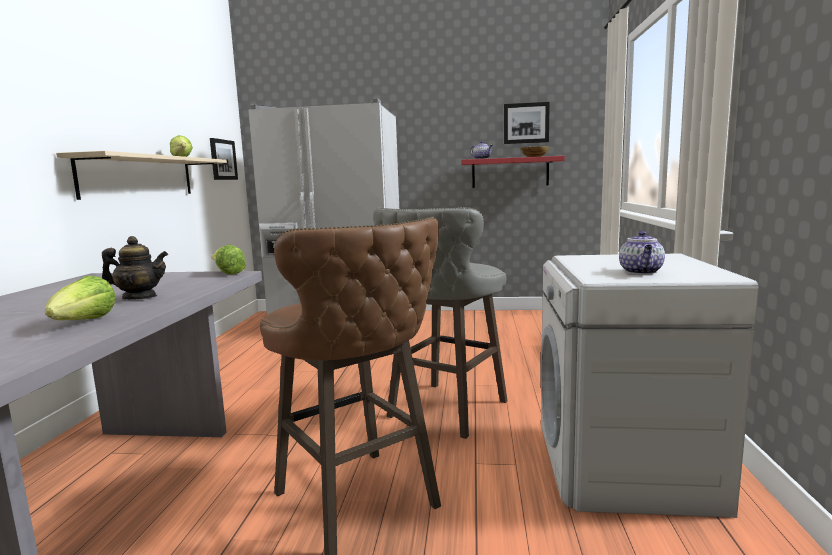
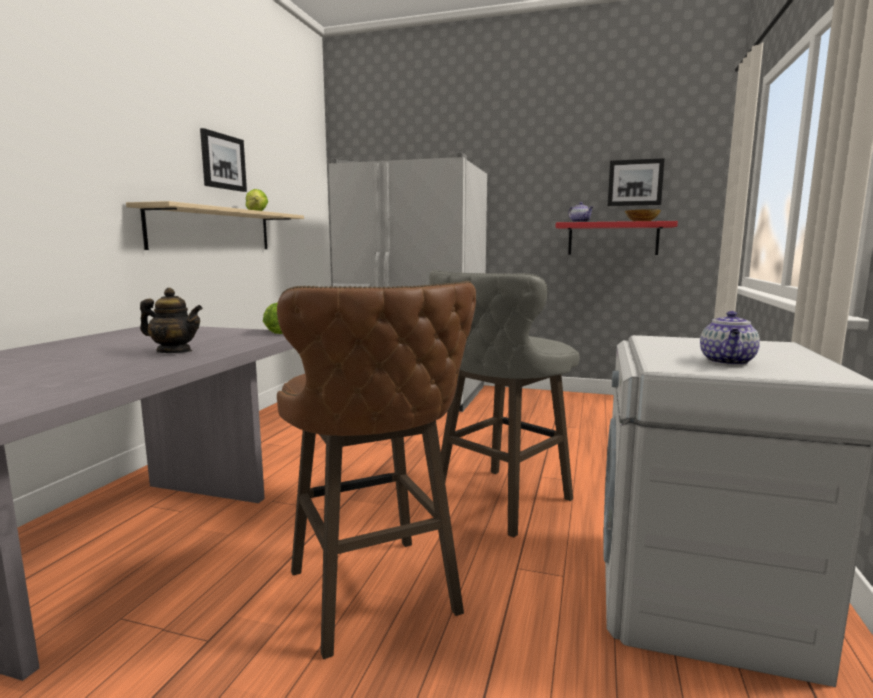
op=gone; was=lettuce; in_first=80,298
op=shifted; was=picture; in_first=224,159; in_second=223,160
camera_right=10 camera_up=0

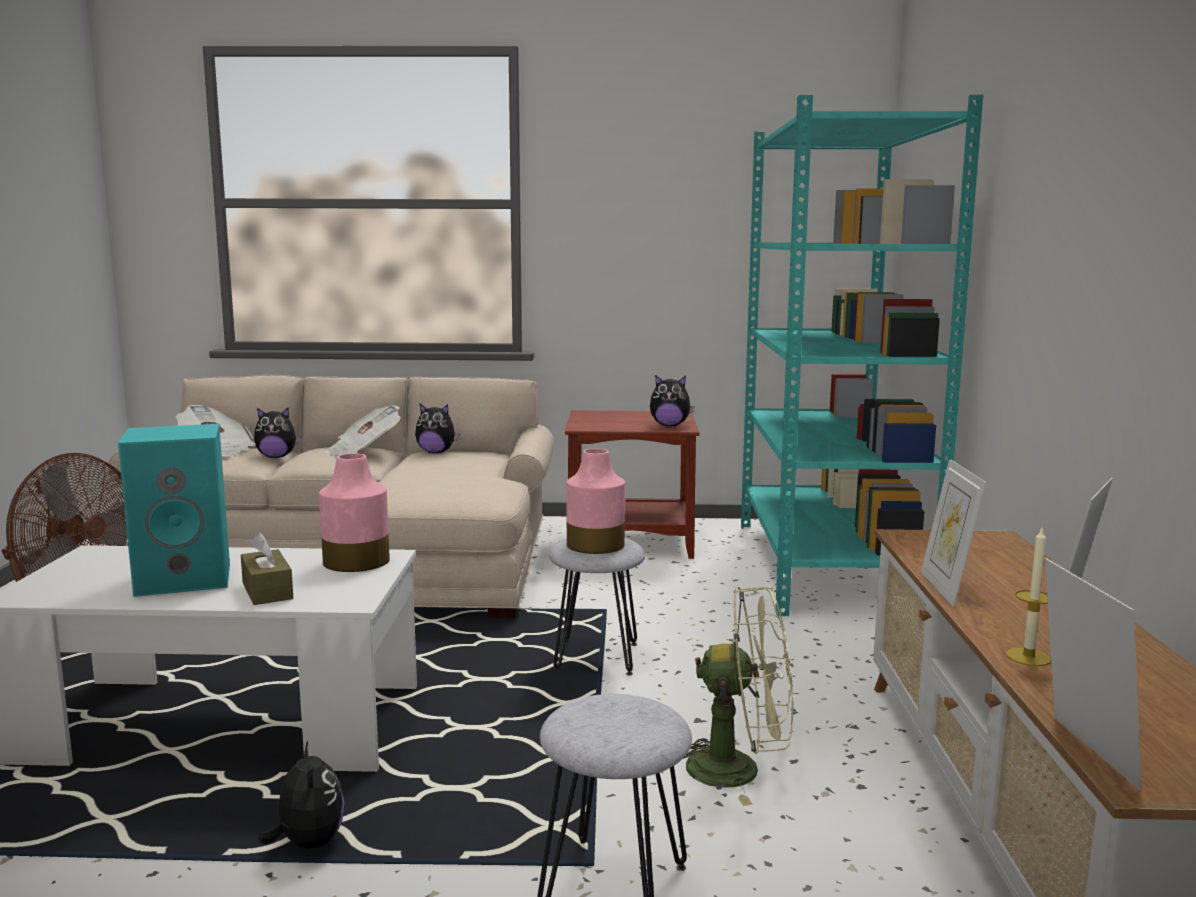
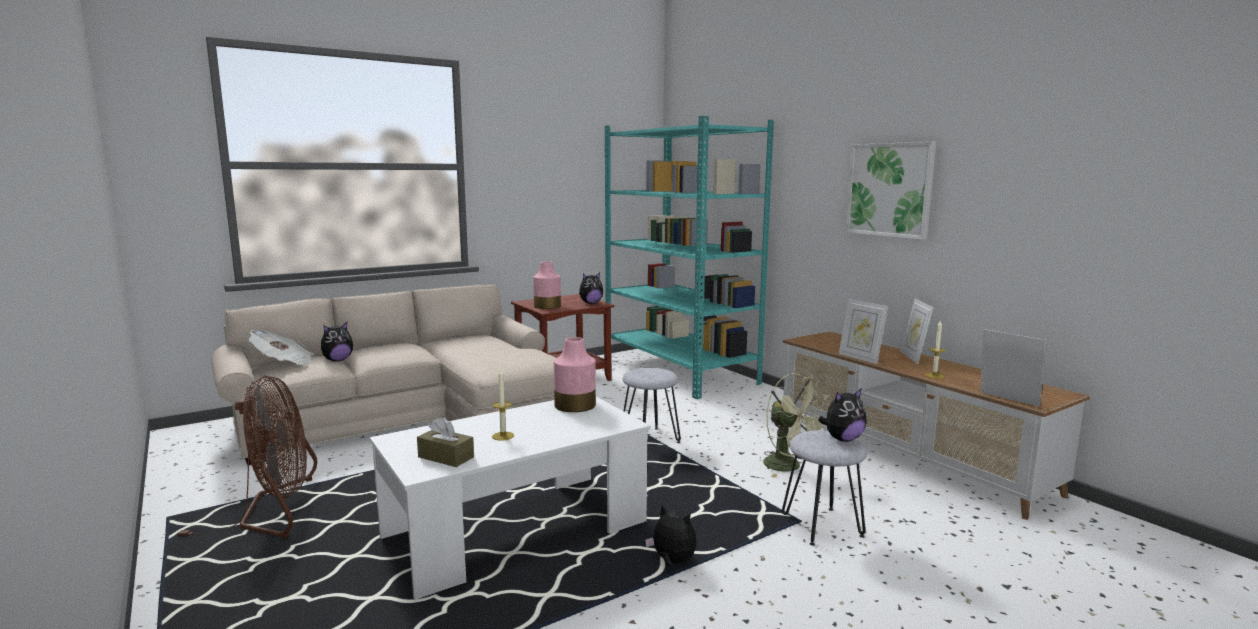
op=gone; was=newspaper; in_first=362,430
op=new; now=picture; in_second=890,191
op=shifted; was=tissue box (brown); in_first=267,569; in_second=445,442
op=shifted; was=plush toy; in_first=438,428; in_second=842,415
op=shifted; was=vase (pink); in_first=596,501; in_second=547,285
op=swapped; was=speaker (turquoise); now=candle; in_first=174,510; in_second=503,405
op=rotated; was=fan (green); in_first=738,696; in_second=796,425; clockwise=75
camera_right=-35 camera_up=0

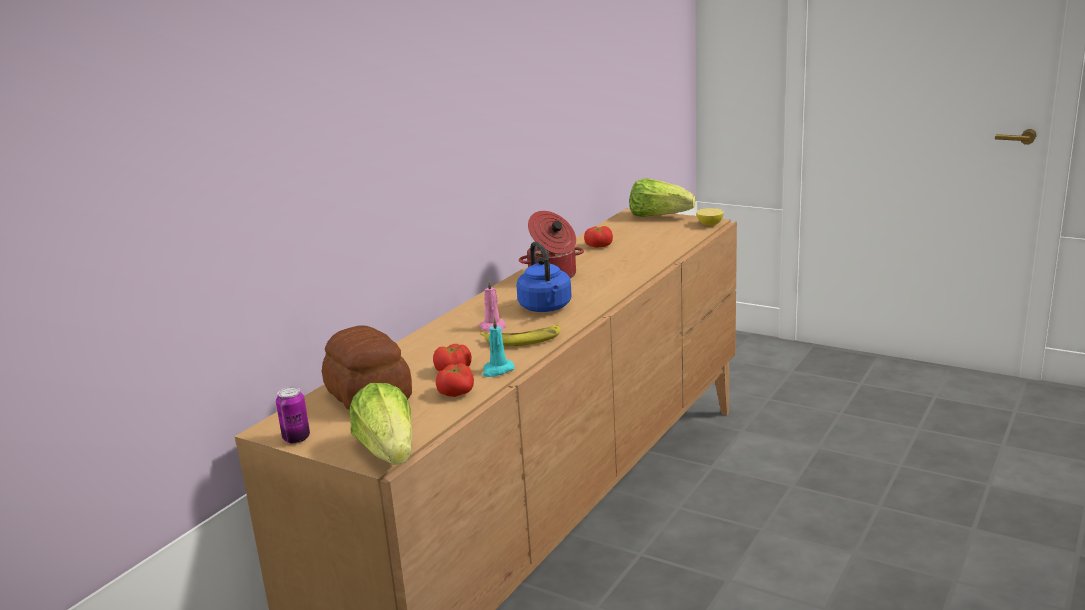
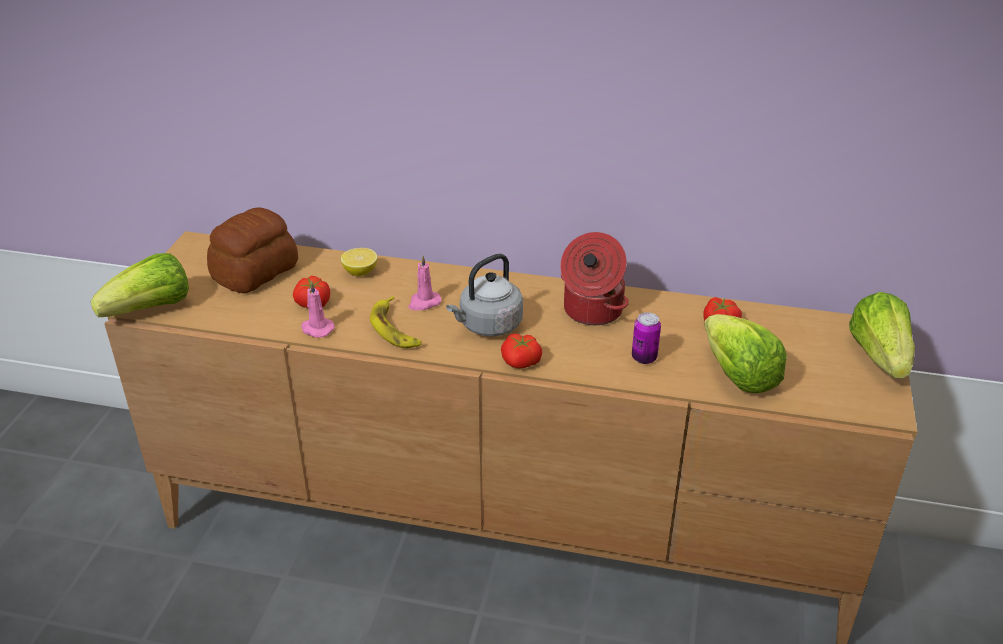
op=new; now=lettuce; in_second=745,353
op=shifted; was=can; in_first=293,415; in_second=646,338
op=shifted; was=tomato; in_first=455,380; in_second=521,351
op=shifted; was=lemon; in_first=710,217; in_second=359,262
op=repainted; was=candle (turquoise); now=candle (pink); in_first=499,347; in_second=318,309
op=repainted; was=kettle (blue); now=kettle (grey); in_first=544,277; in_second=484,295
camera_right=70 camera_up=15

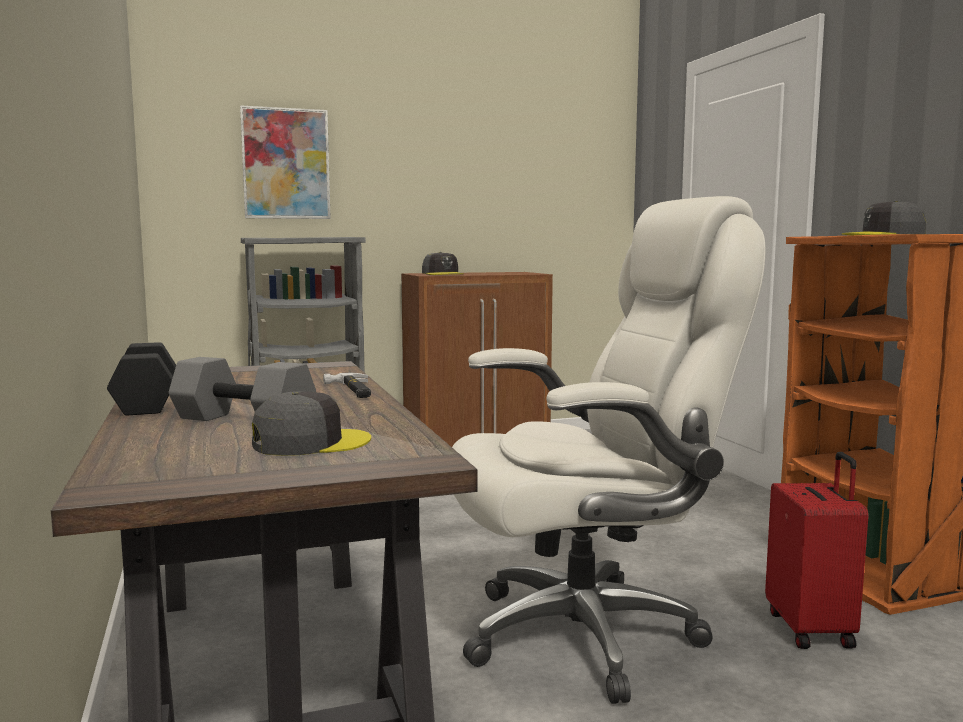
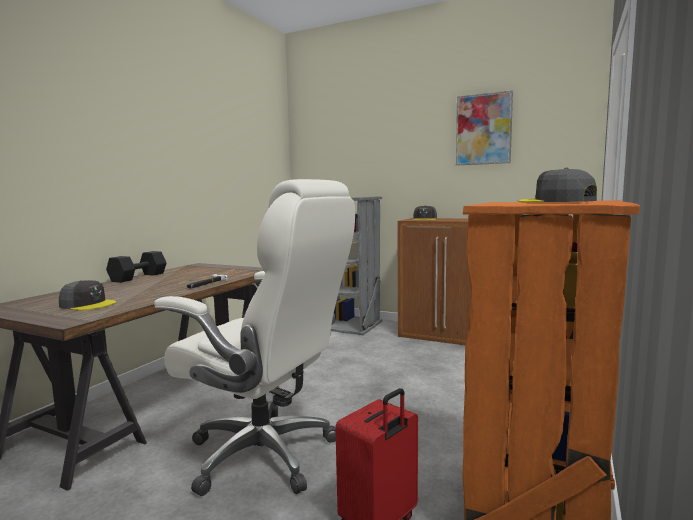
op=gone; was=dumbbell (grey); in_first=242,389
op=shifted; was=picture; in_first=285,162; in_second=484,128
camera_right=45 camera_up=0

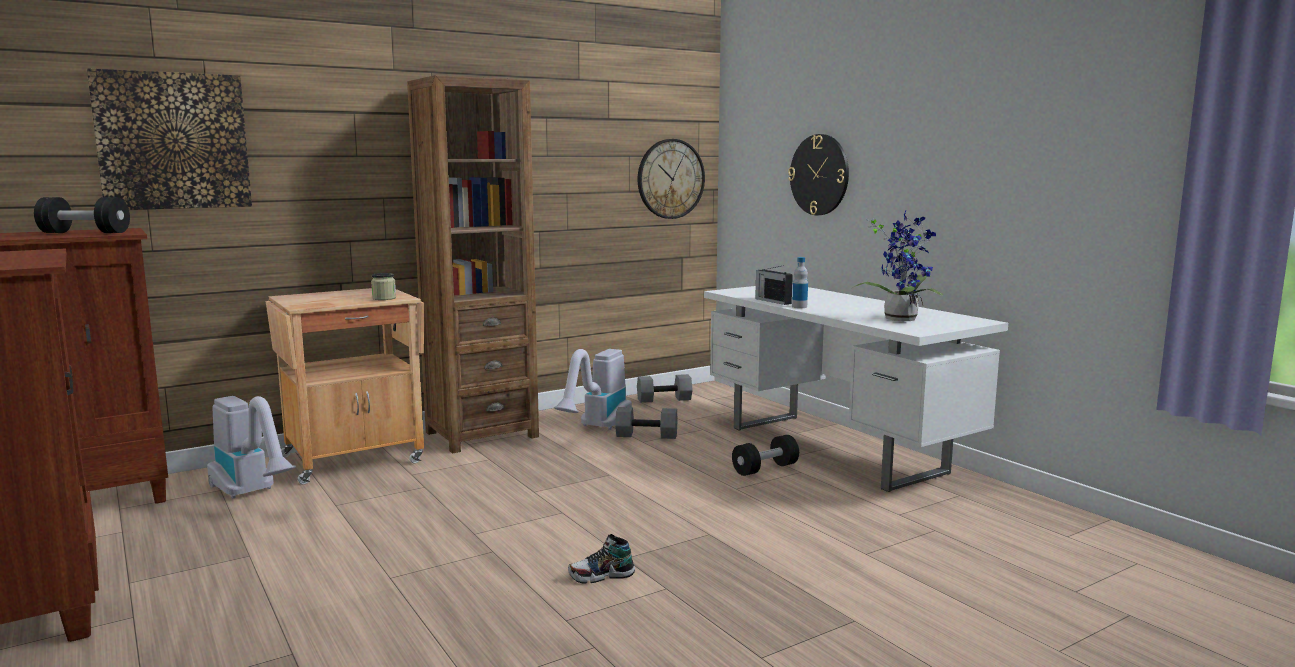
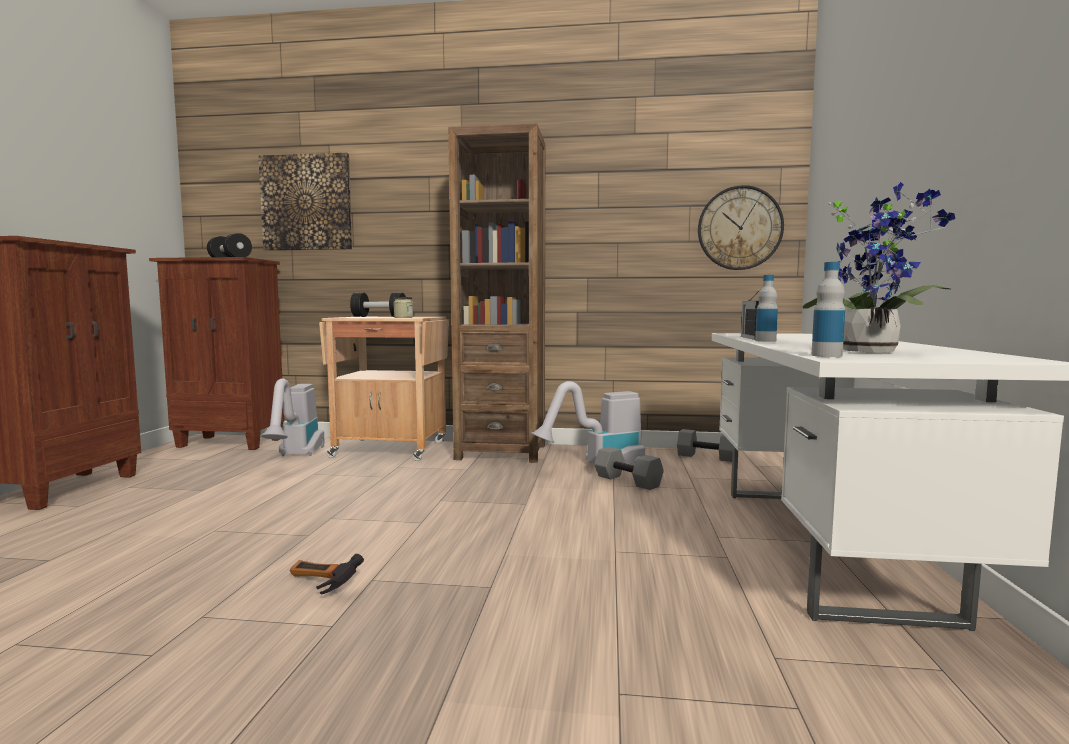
op=gone; was=wall clock; in_first=818,174
op=new; now=bottle; in_second=828,309
op=shifted; was=dumbbell (black); in_first=765,455; in_second=378,305
op=swapped; was=shoe; now=hammer; in_first=601,558; in_second=327,574
camera_right=40 camera_up=-5

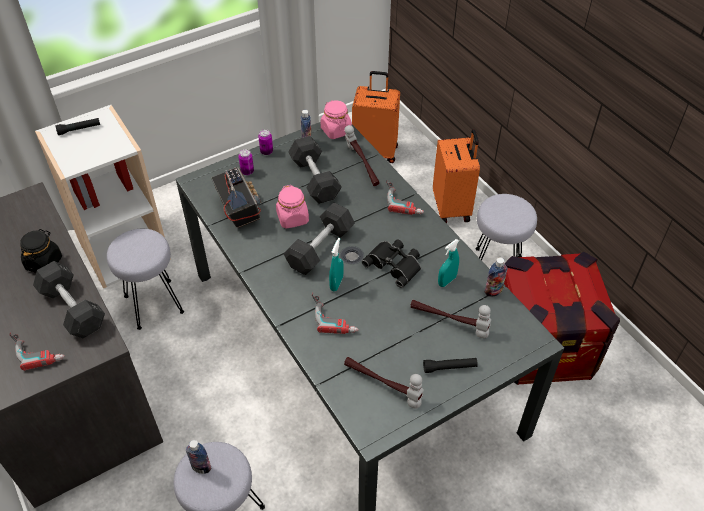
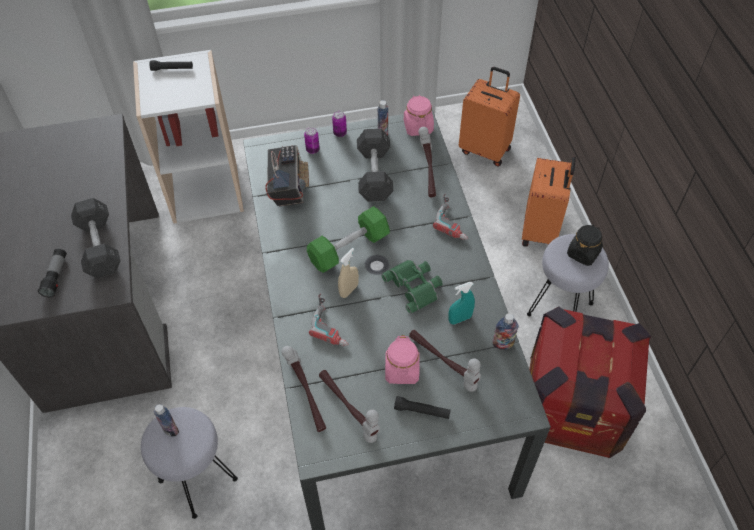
op=gone; was=stool (grey); in_first=145,279
op=new; now=hammer; in_second=304,389
op=shifted; was=jar (black); in_first=41,251; in_second=585,245
op=shifted; was=jar (pink); in_first=292,206; in_second=402,359
op=swapped; was=power drill; now=flashlight; in_first=37,351; in_second=52,273
op=repainted; was=dumbbell (grey); now=dumbbell (green); in_first=319,238; in_second=348,239
op=repainted; was=spray bottle (turquoise); now=spray bottle (beige); in_first=336,265; in_second=348,273
op=repainted; was=binoculars (black); now=binoculars (green); in_first=391,263; in_second=412,287
camera_right=20 camera_up=5

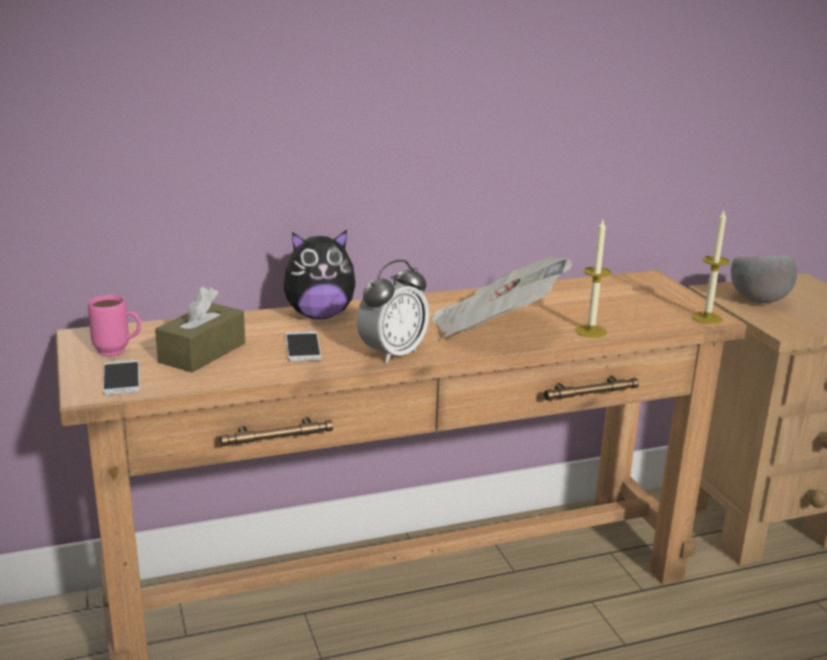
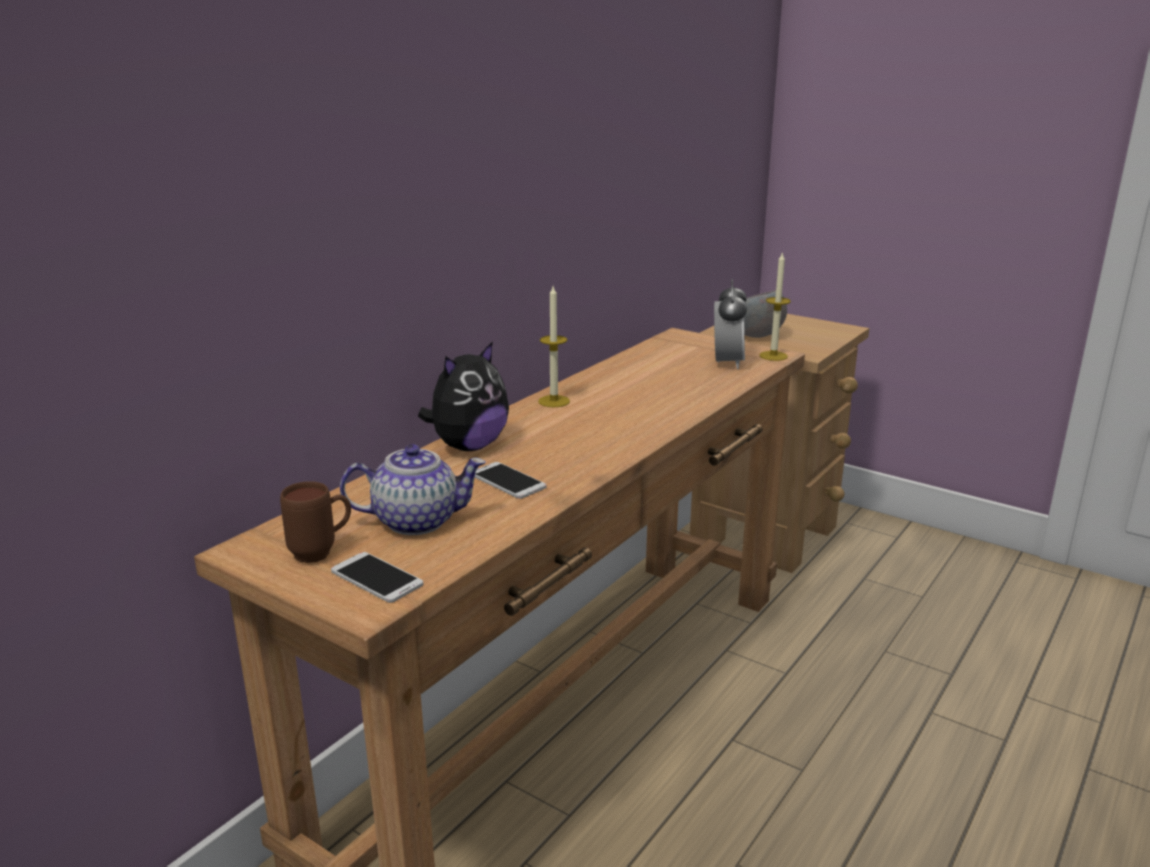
op=gone; was=newspaper; in_first=502,296
op=shifted; was=alarm clock; in_first=393,312; in_second=730,324
op=shifted; was=candle; in_first=593,279; in_second=554,346
op=swapped; was=tissue box (brown); now=teapot; in_first=200,329; in_second=412,489
op=repainted; was=mug (pink); now=mug (brown); in_first=114,325; in_second=315,522
camera_right=-35 camera_up=0

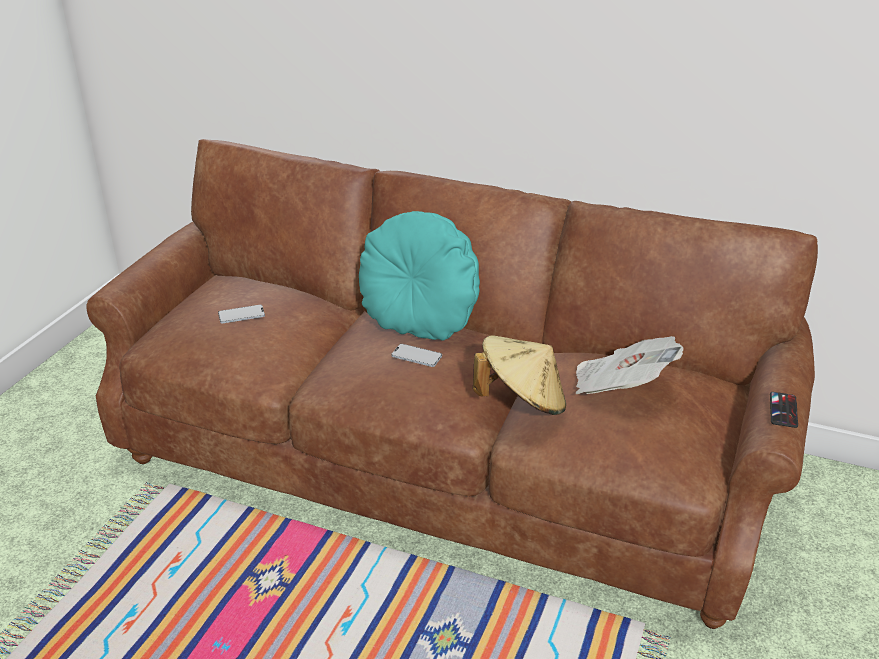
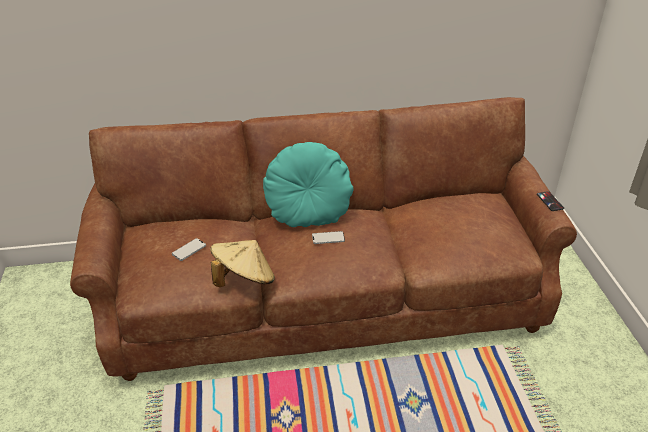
op=gone; was=newspaper; in_first=629,365
op=shifted; was=hat (beige); in_first=519,375; in_second=242,263
camera_right=-30 camera_up=5

